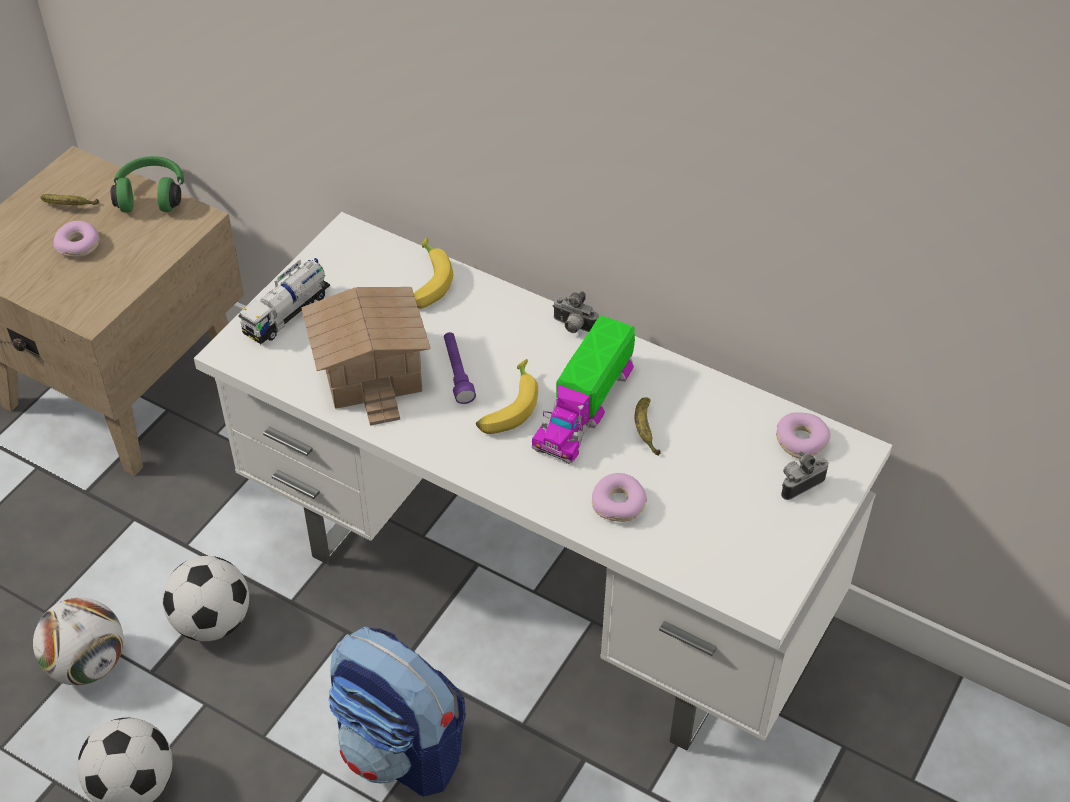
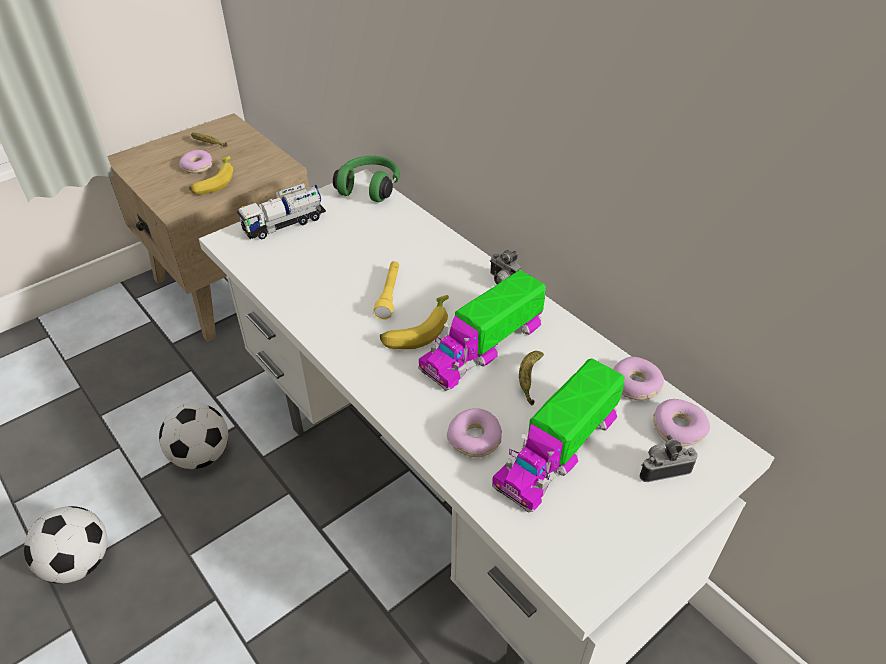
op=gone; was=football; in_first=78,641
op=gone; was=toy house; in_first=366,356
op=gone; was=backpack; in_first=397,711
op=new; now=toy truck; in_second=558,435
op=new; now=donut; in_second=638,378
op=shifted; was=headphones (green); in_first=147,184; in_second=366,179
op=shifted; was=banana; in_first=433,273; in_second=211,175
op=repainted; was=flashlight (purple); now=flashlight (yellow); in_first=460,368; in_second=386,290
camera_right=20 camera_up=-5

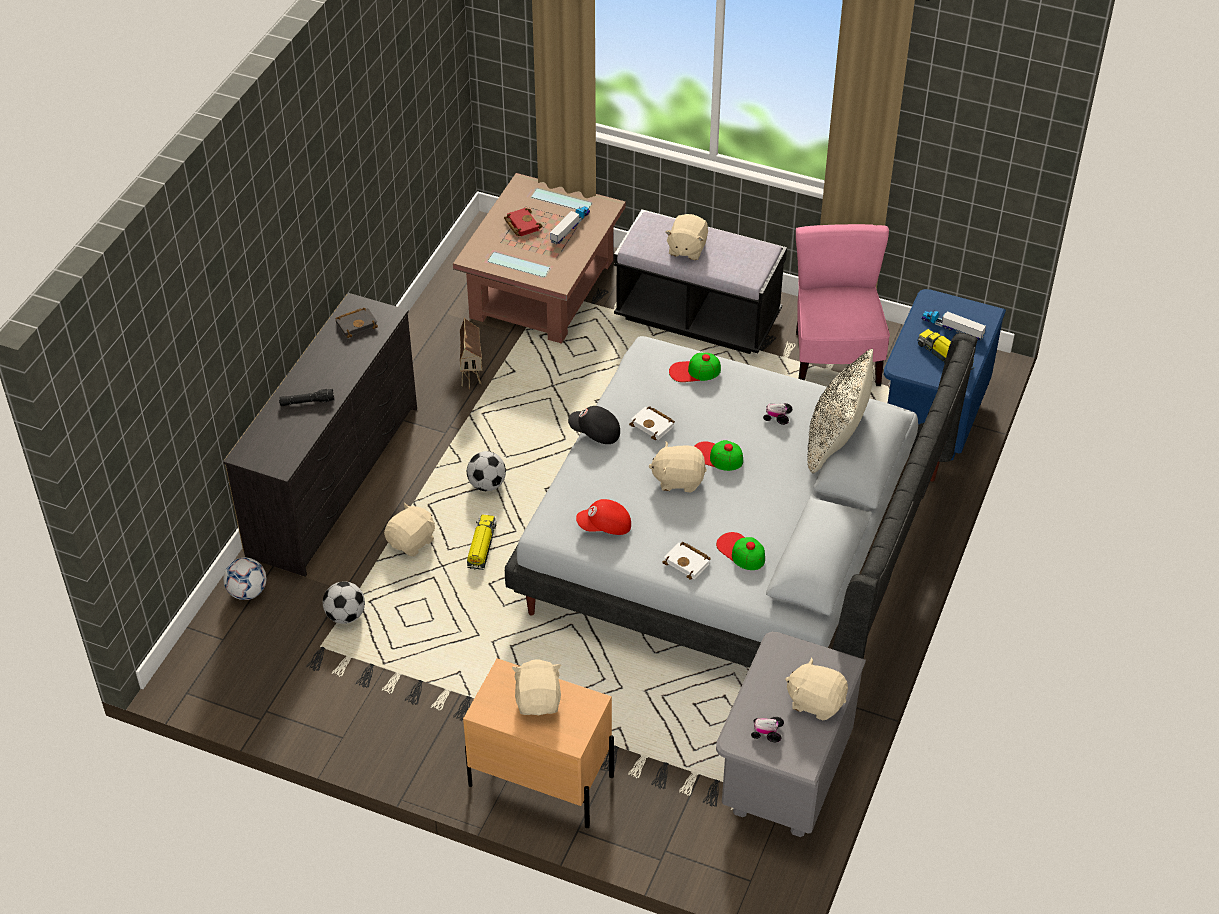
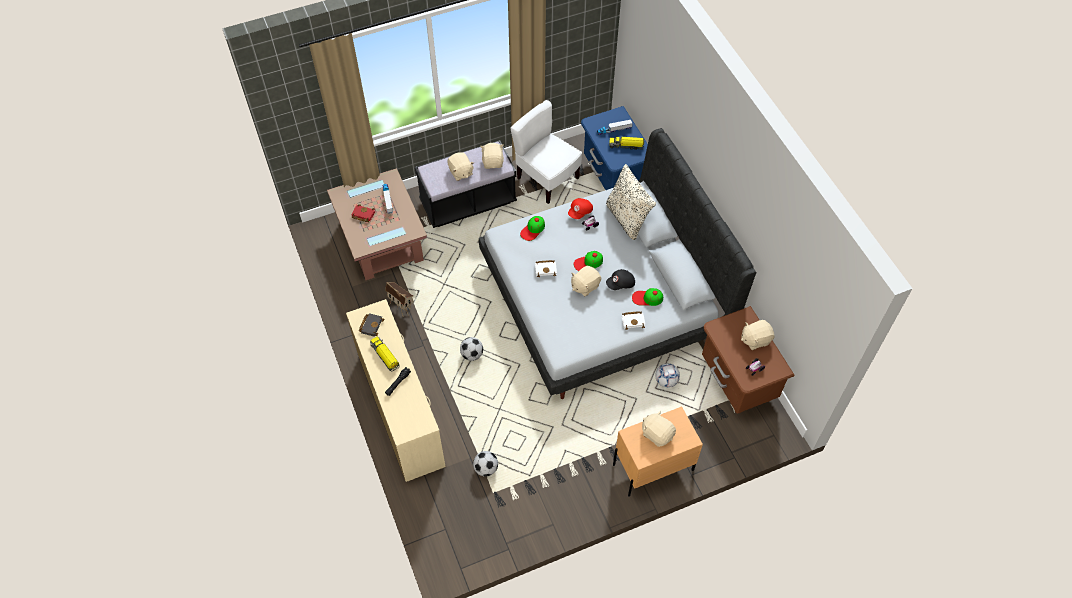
op=shifted; was=football; in_first=244,578; in_second=667,375
op=shifted; was=plush toy (beige); in_first=409,529; in_second=492,156
op=shifted; was=toy truck; in_first=482,542; in_second=385,354
op=shifted; was=cap (black); in_first=594,425; in_second=620,279
op=shifted; was=cap (red); in_first=603,517; in_second=580,208
op=repainted; was=dresser (black); now=dresser (beige); in_first=320,435; in_second=396,390
op=repainted; was=nightstand (grey); now=nightstand (brown); in_first=791,734; in_second=748,360
op=repainted; was=chair (pink); now=chair (white); in_first=843,305; in_second=546,152
camera_right=-45 camera_up=10

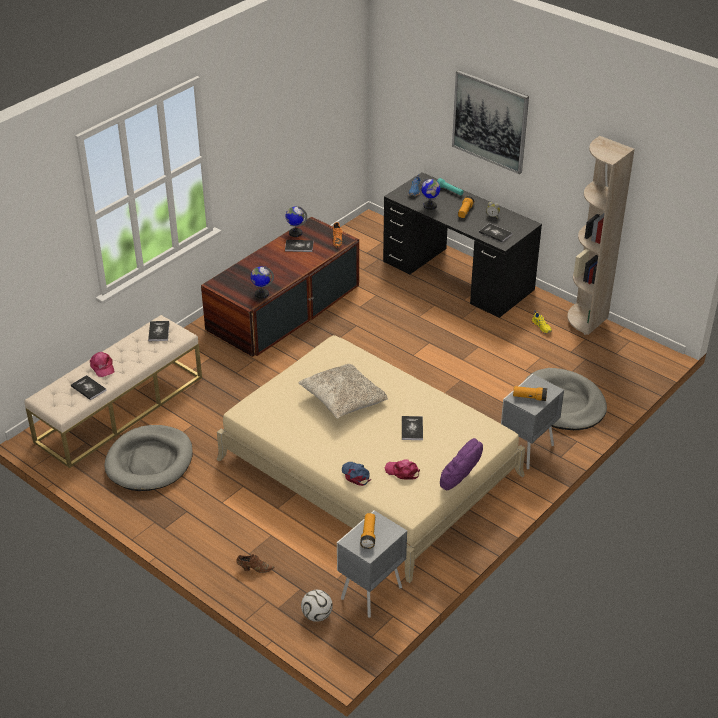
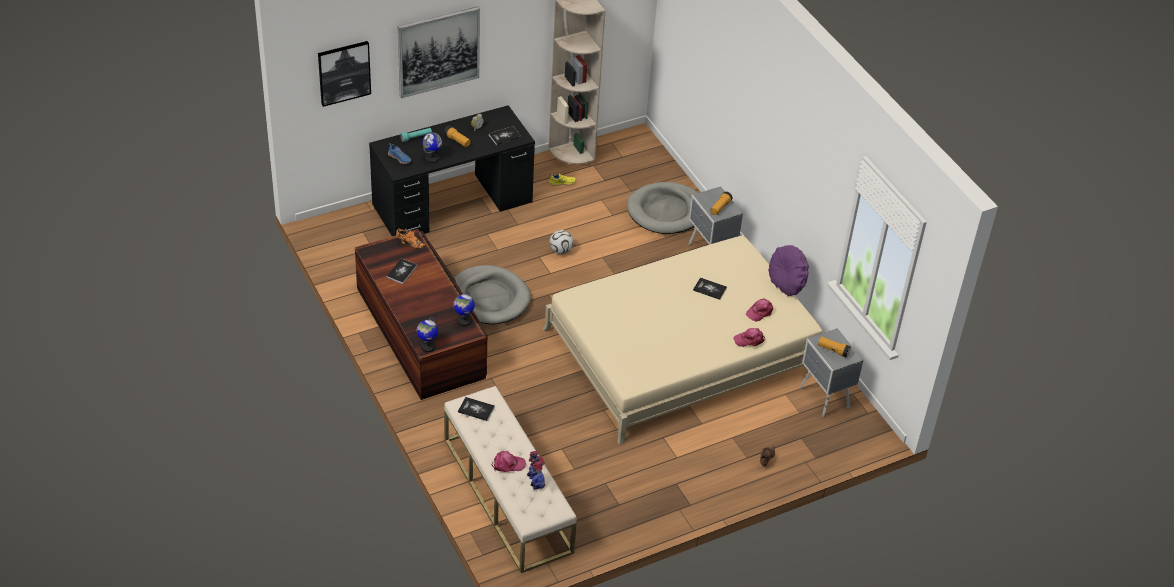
op=gone; was=pillow (beige); in_first=343,391
op=new; now=picture; in_second=344,74
op=shifted; was=dog bed (grey); in_first=148,458; in_second=492,294
op=shifted; was=globe; in_first=296,221; in_second=427,335
op=shifted; was=football; in_first=317,606; in_second=561,242
op=swapped; was=book; now=toy robot; in_first=89,387; in_second=536,470
op=repainted; was=cap (blue); now=cap (pink); in_first=356,474; in_second=749,337
camera_right=-70 camera_up=5

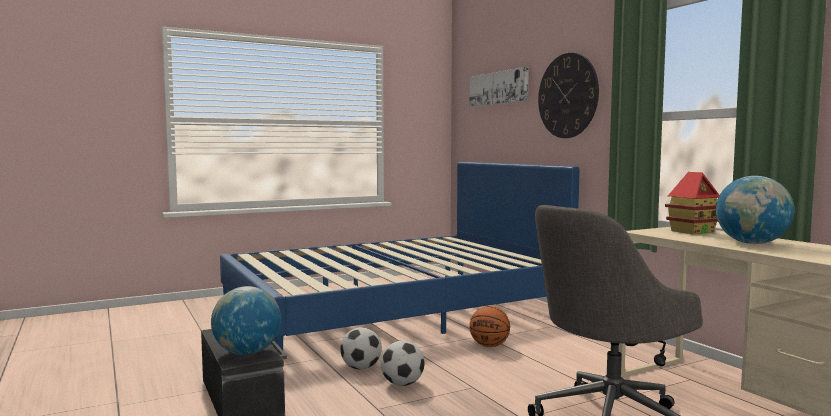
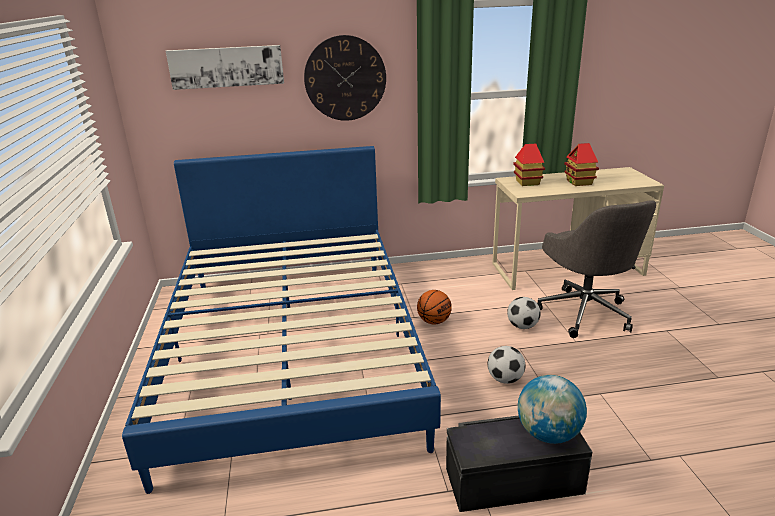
op=shifted; was=football; in_first=361,348; in_second=524,313
op=swapped; was=globe; now=toy house; in_first=755,210; in_second=581,164
camera_right=-70 camera_up=20

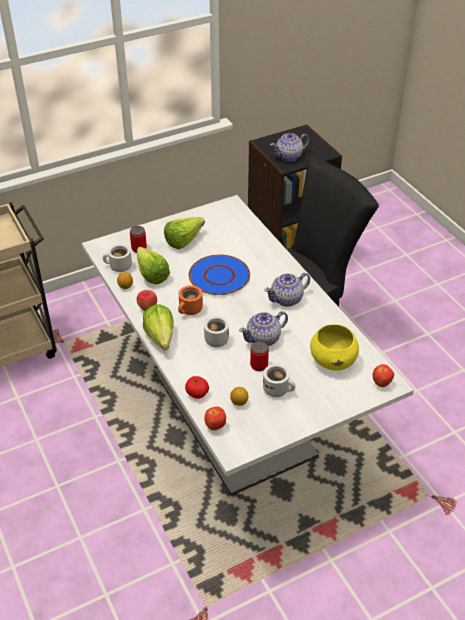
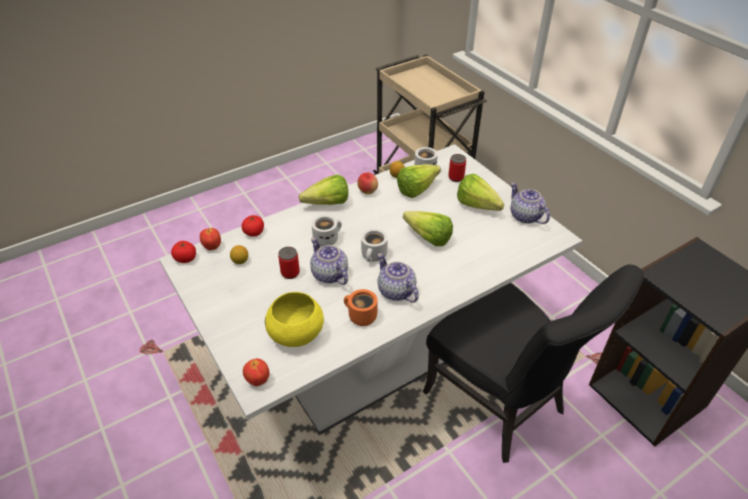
op=new; now=tomato; in_second=183,252
op=shifted; was=mug (orange); in_first=190,300; in_second=360,307
op=shifted; was=mug (white); in_first=279,380; in_second=374,245
op=shifted; was=teapot; in_first=289,147; in_second=530,203
op=swapped; was=plate (blue); now=lettuce; in_first=219,274; in_second=428,228
camera_right=85 camera_up=0

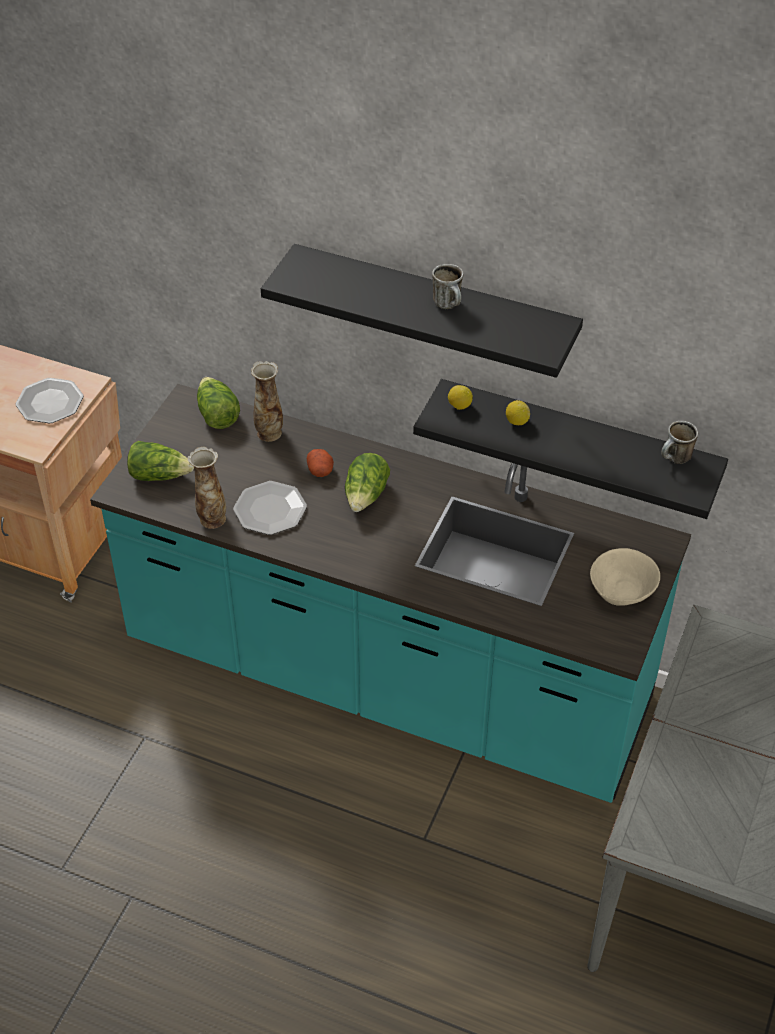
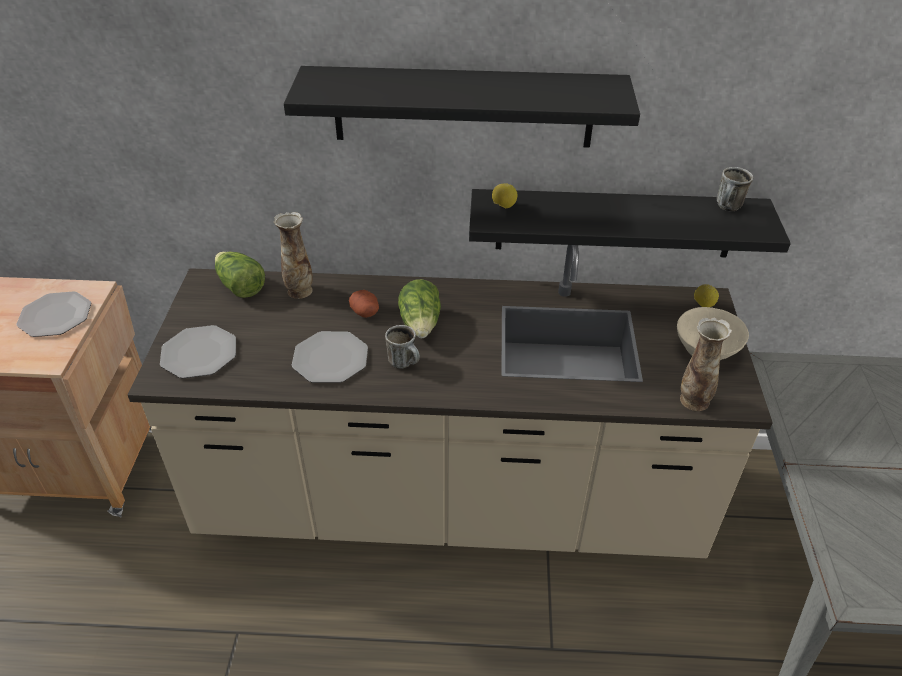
op=shifted; was=vase; in_first=206,488; in_second=706,364
op=shifted; was=mug; in_first=447,286; in_second=402,347
op=shifted; was=lemon; in_first=518,412; in_second=706,295
op=swapped; was=lettuce; now=plate; in_first=160,461; in_second=198,351
op=repainted; was=counter (turquoise); now=counter (beige); in_first=390,593; in_second=450,401
camera_right=-20 camera_up=-5

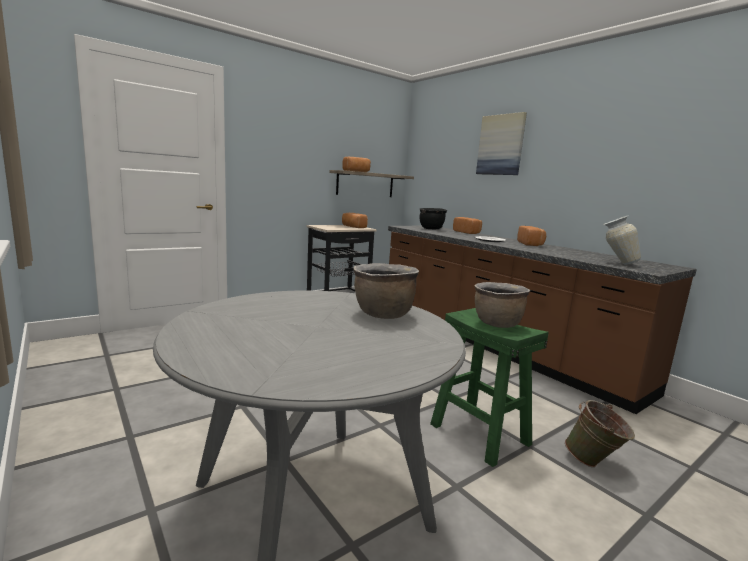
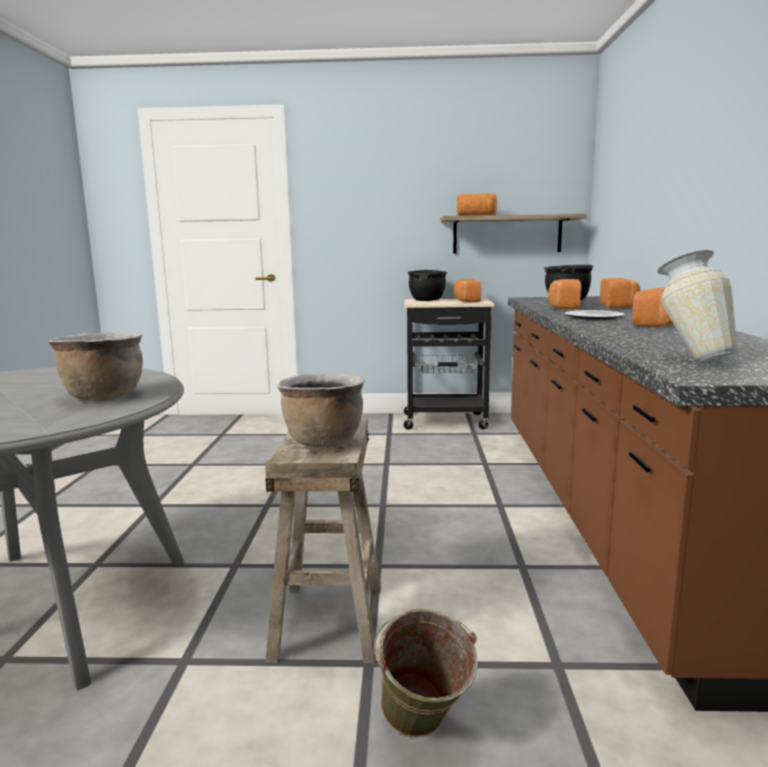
op=gone; was=picture; in_first=501,143
op=new; now=cooking pot (black); in_second=427,285
op=new; now=bread; in_second=564,294
op=repainted; was=stool (green); now=stool (beige); in_first=489,387; in_second=323,541
camera_right=40 camera_up=0

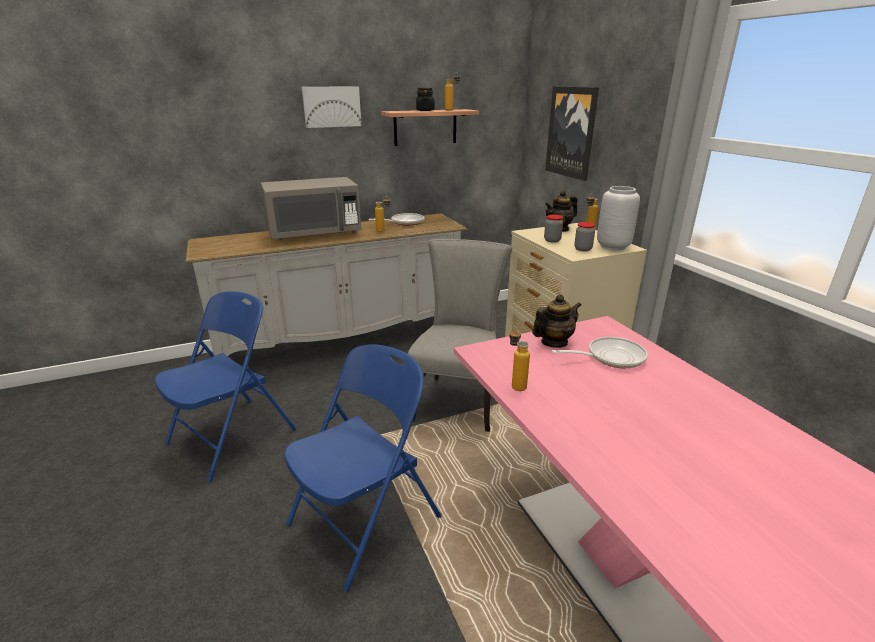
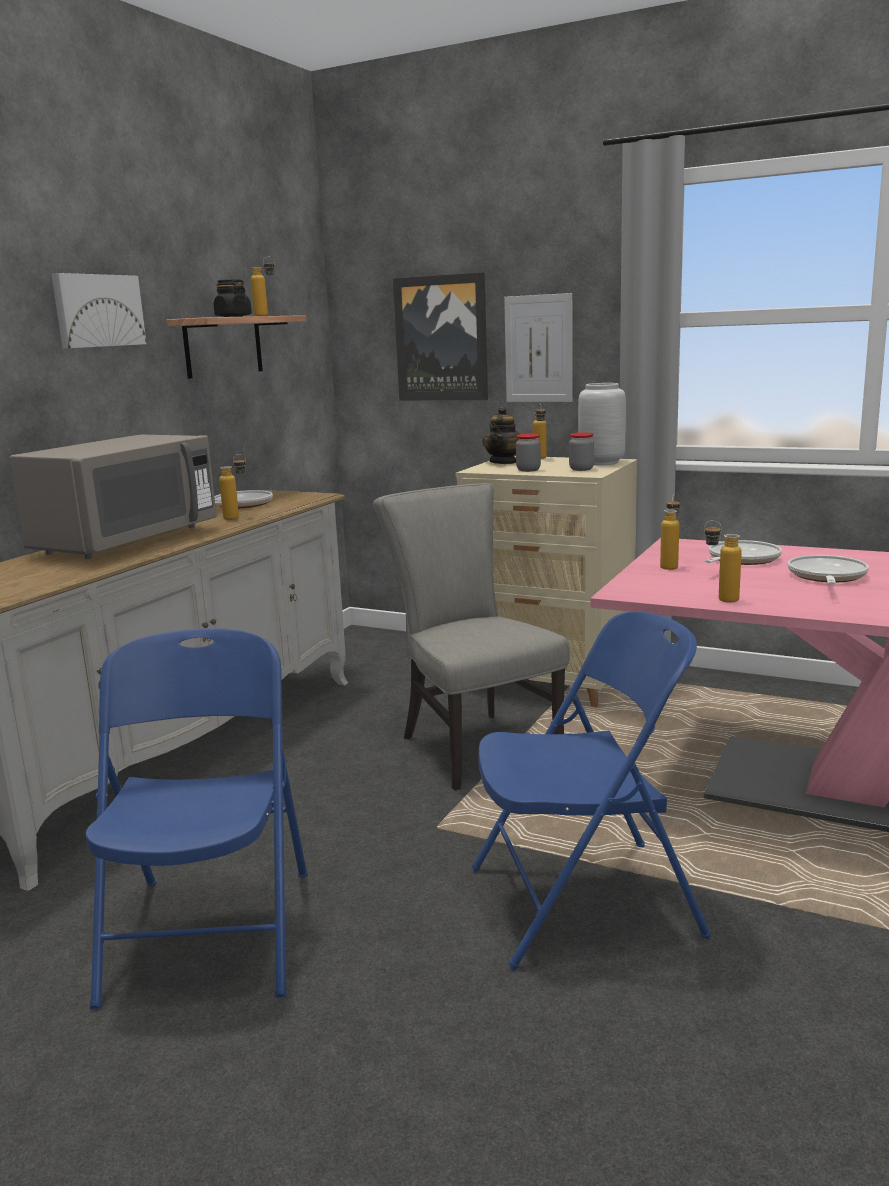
op=new; now=picture; in_second=538,347
op=new; now=frying pan; in_second=828,570
op=swapped; was=teapot; now=bottle; in_first=556,321; in_second=670,532
op=rotated; was=chair (blue); in_first=363,468; in_second=591,791; clockwise=75
camera_right=-40 camera_up=-10

